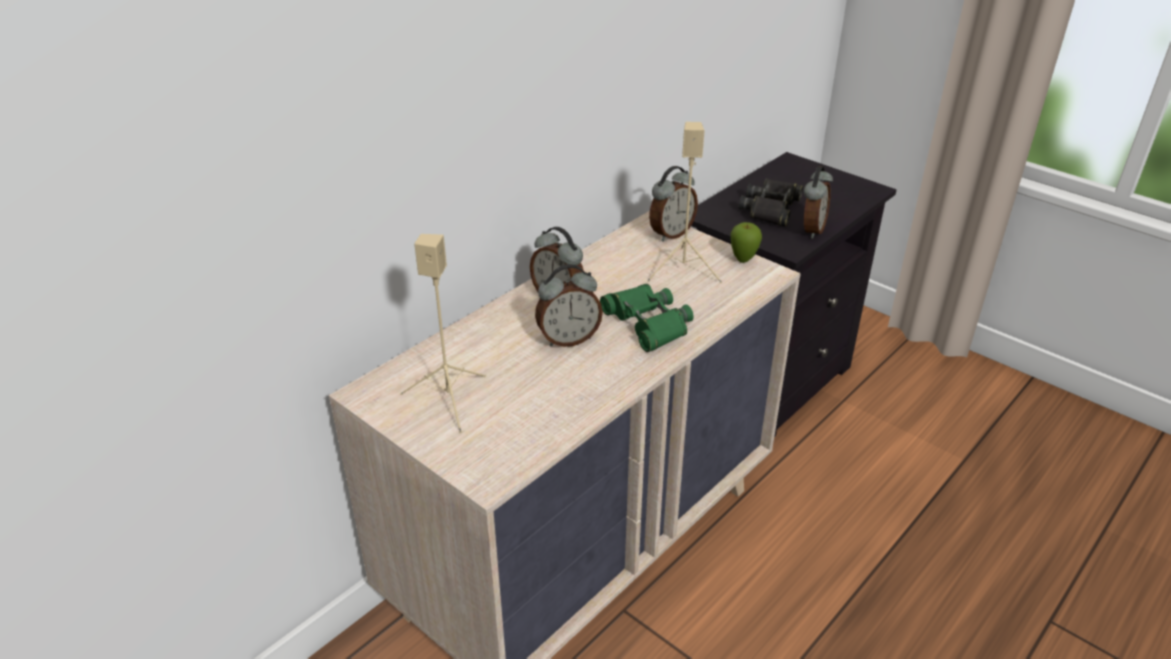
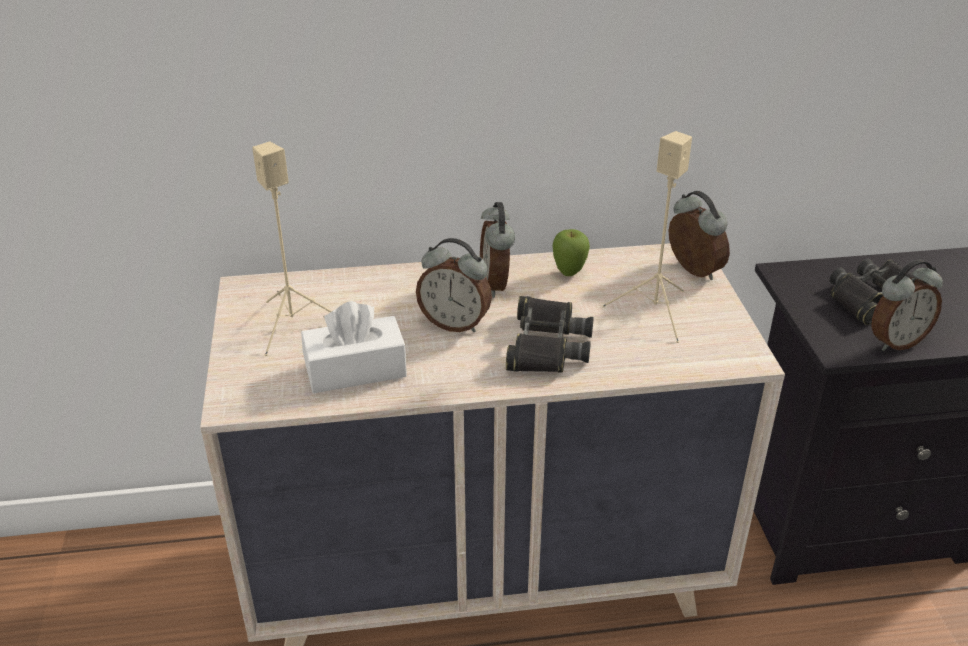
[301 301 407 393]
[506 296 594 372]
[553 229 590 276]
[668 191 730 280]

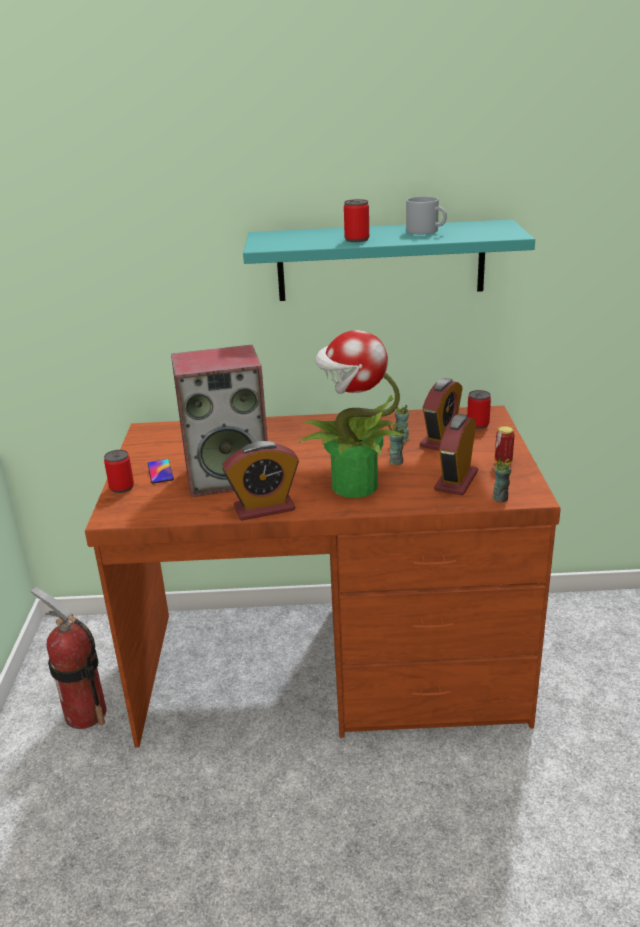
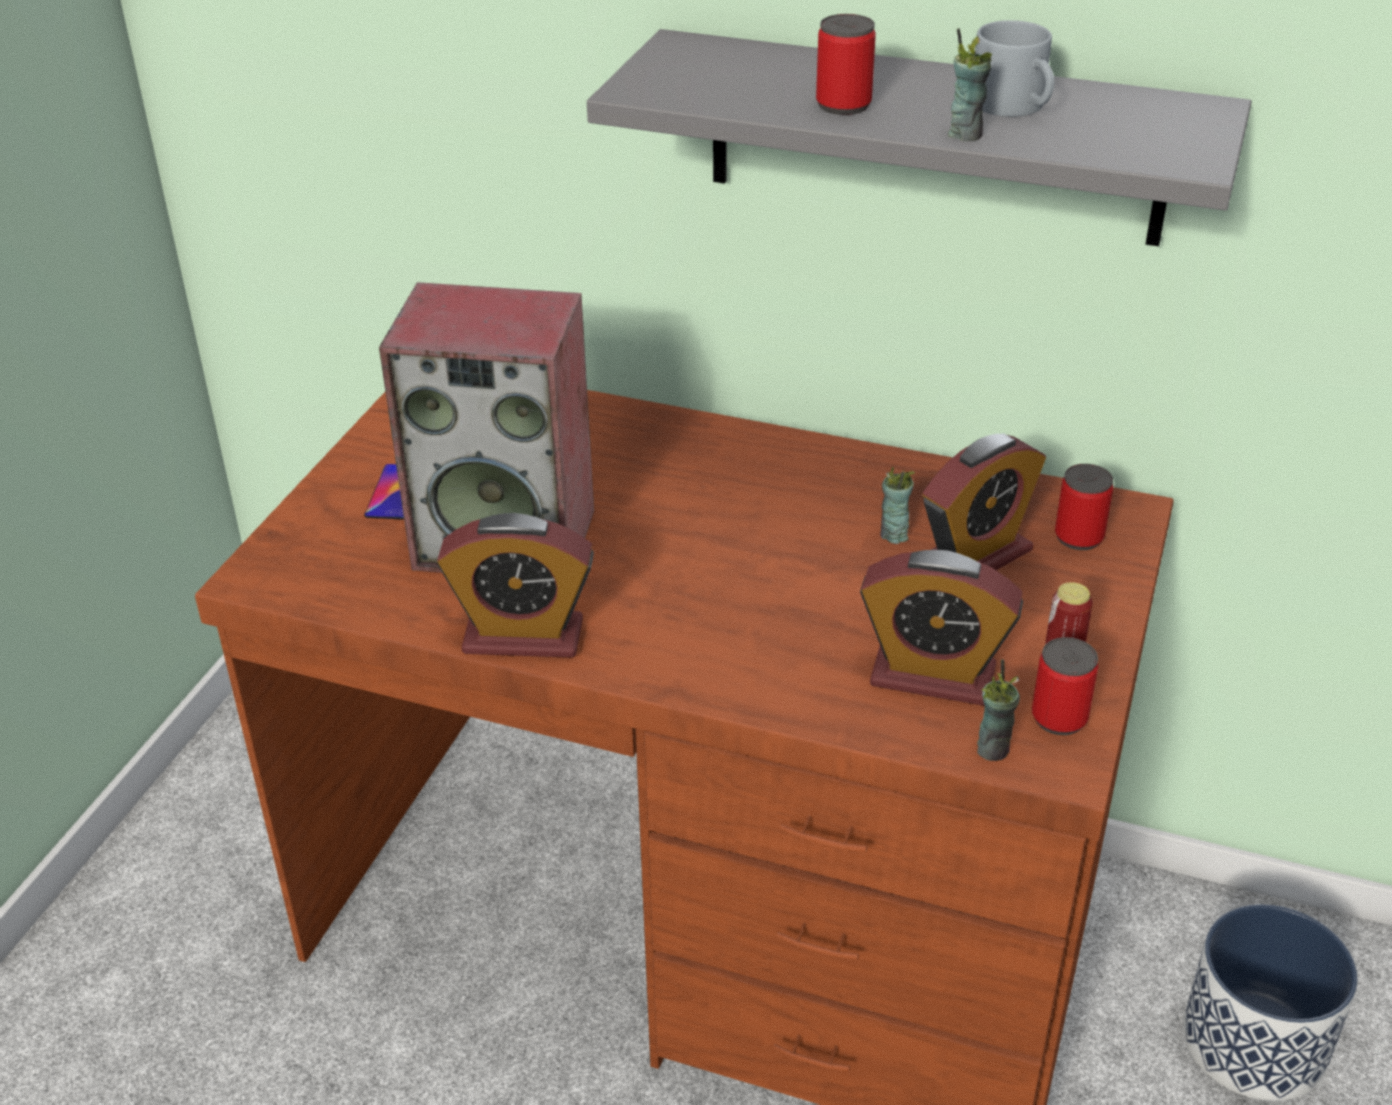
[587 29 1252 246]
[860 550 1023 706]
[948 28 992 142]
[1032 637 1098 735]
[1183 904 1358 1101]
[30 587 106 729] (first image)
[298 330 404 498] (first image)

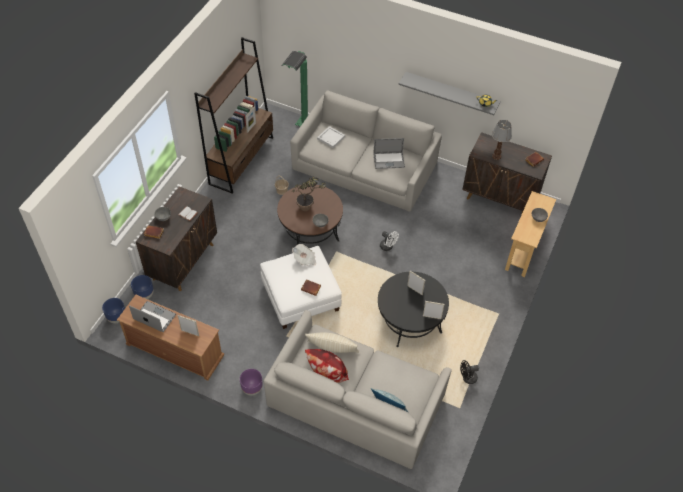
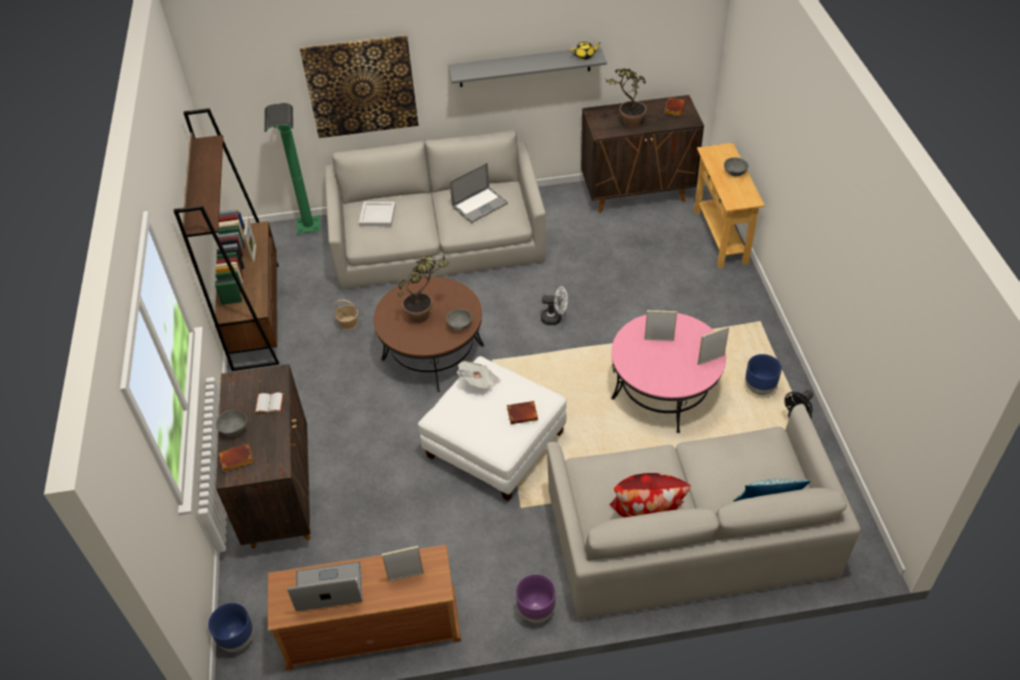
[300 35 419 138]
[604 69 646 128]
[611 313 726 433]
[745 354 782 395]
[305 333 359 353] (first image)

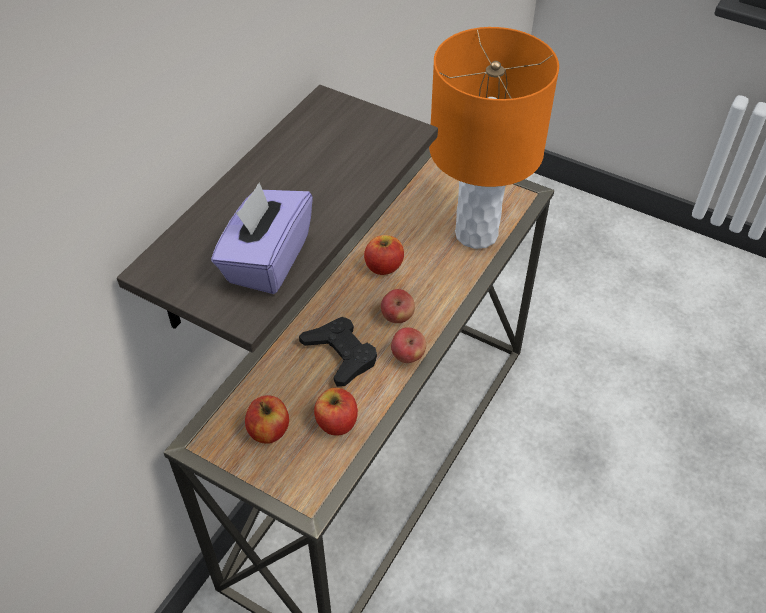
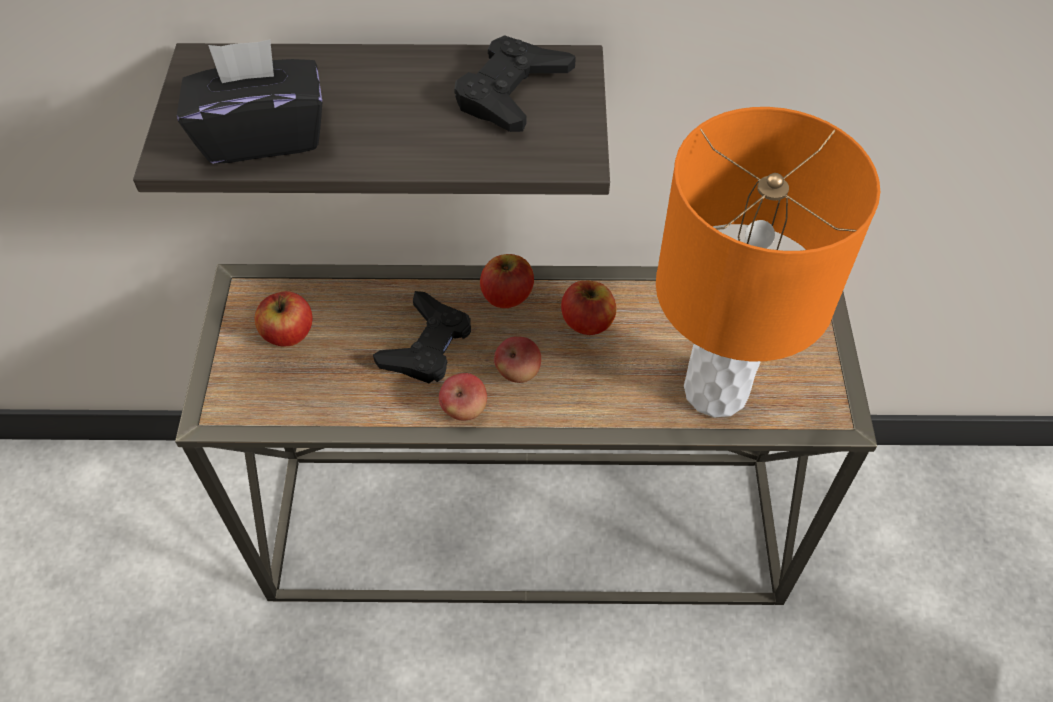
[177 40 322 164]
[454 35 576 132]
[480 254 534 308]

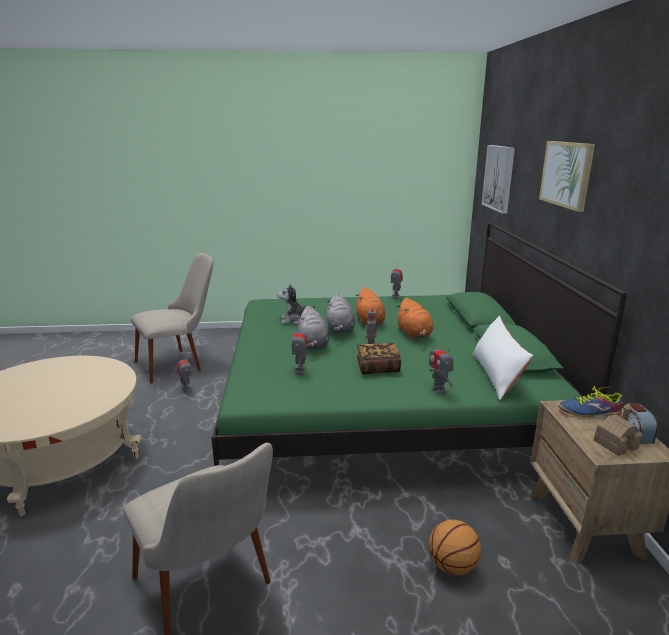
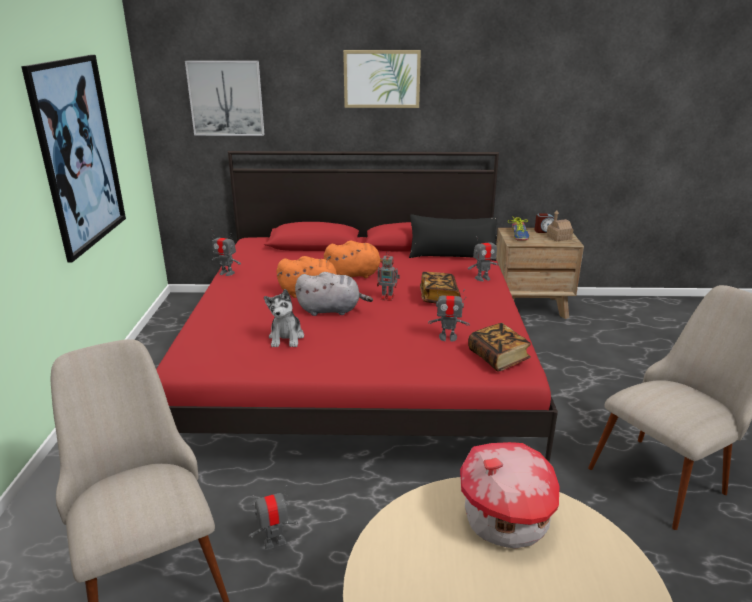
[21 55 126 262]
[156 151 558 462]
[409 214 497 261]
[460 442 560 548]
[468 323 531 372]
[298 306 330 349] (first image)
[429 520 481 576] (first image)

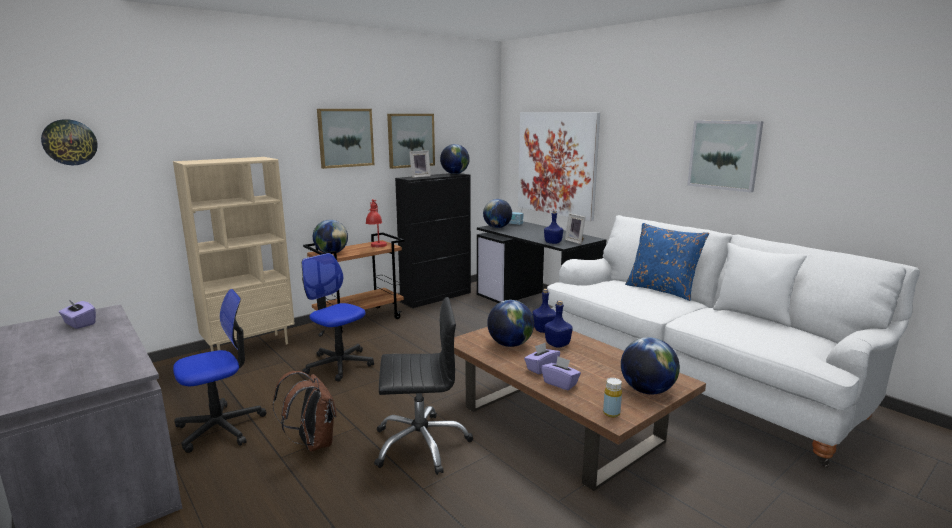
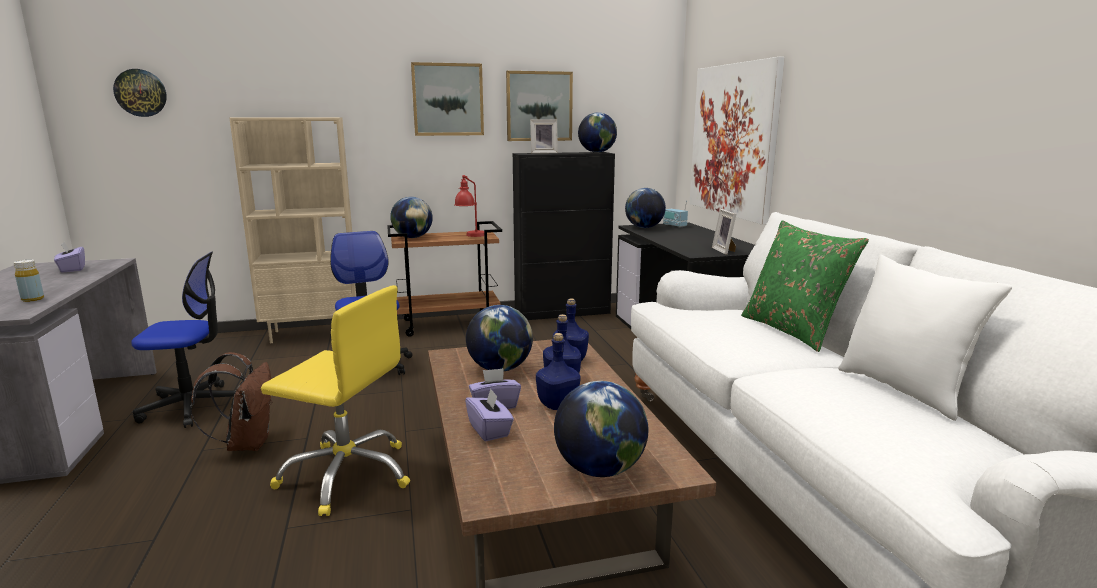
[14 259 44 302]
[261 285 410 516]
[536 333 580 410]
[741 220 869 352]
[687 120 764 192] (first image)

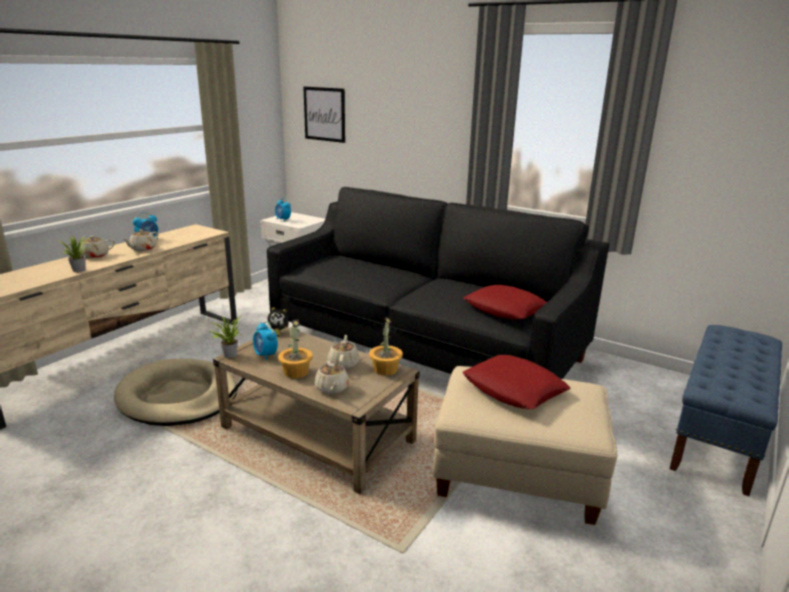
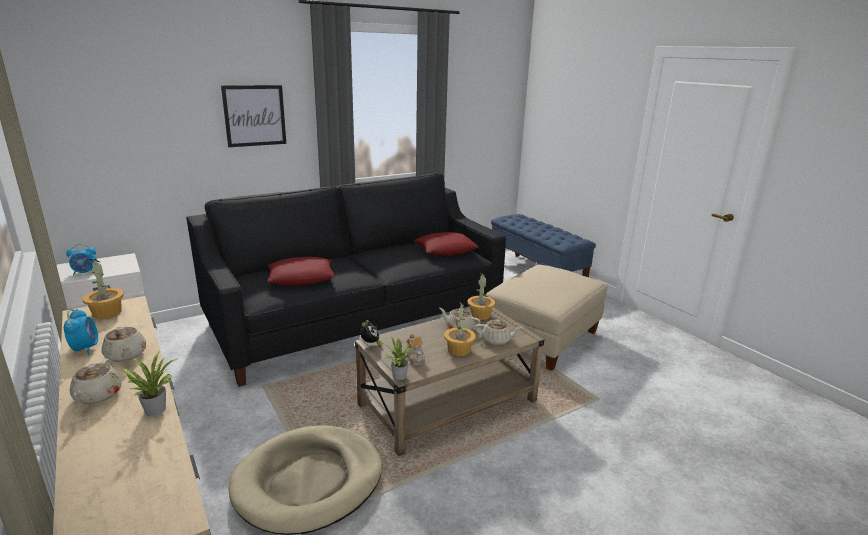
[83 259 124 319]
[221 85 286 147]
[267 257 336 286]
[406 333 425 366]

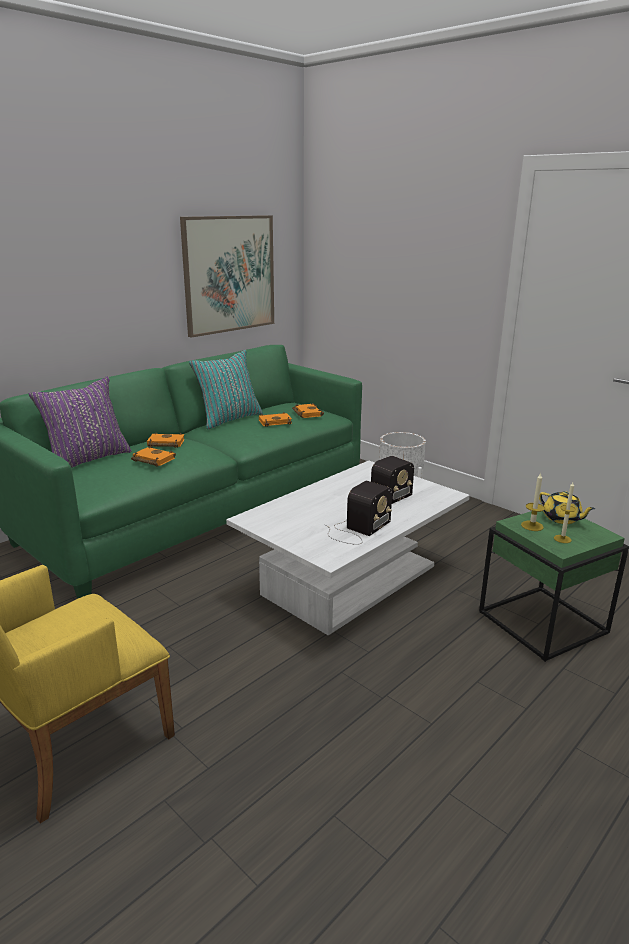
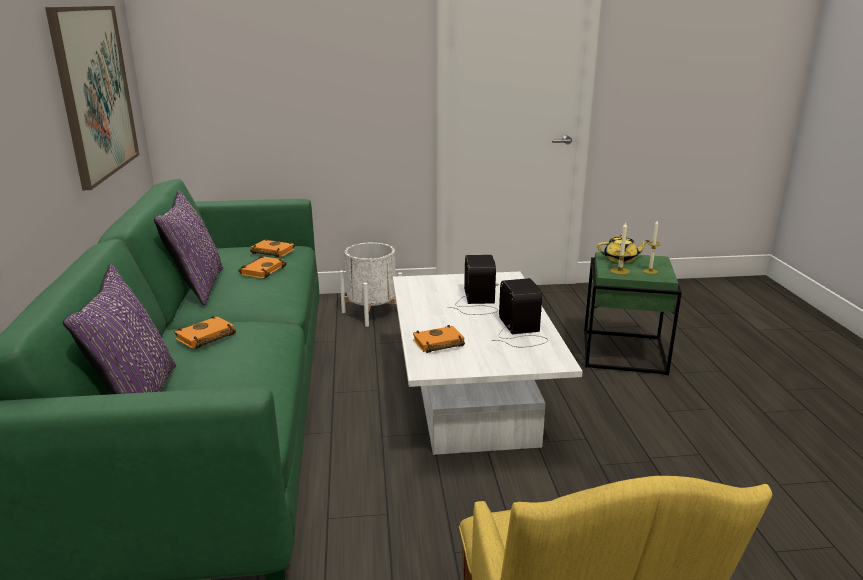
[154 190 223 305]
[413 325 465 353]

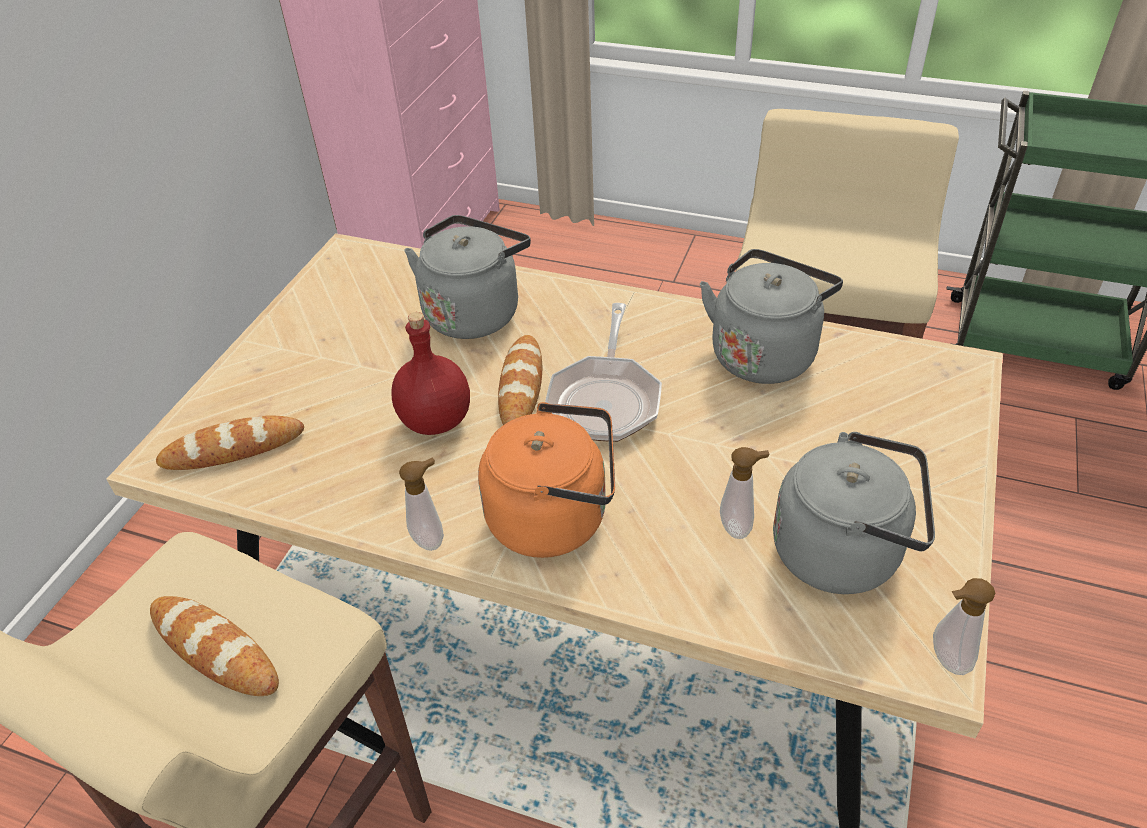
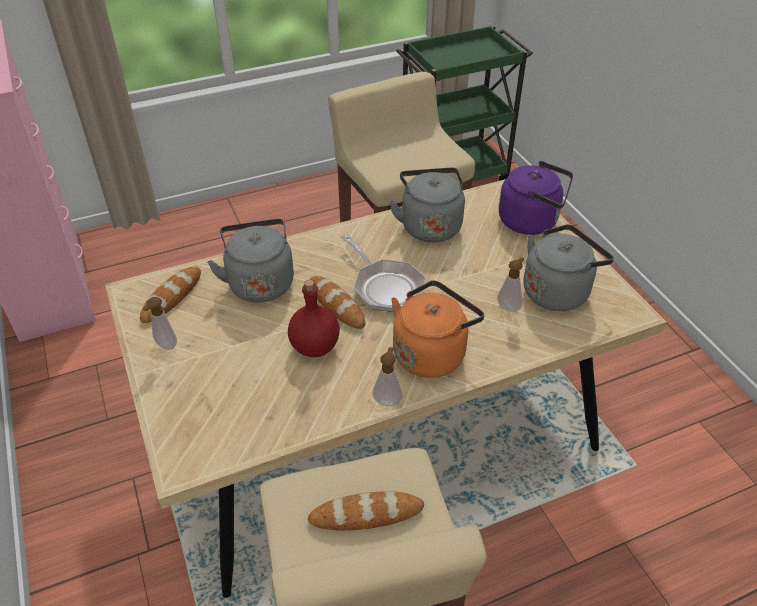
[140 267 201 323]
[143 297 177 350]
[499 161 573 235]

